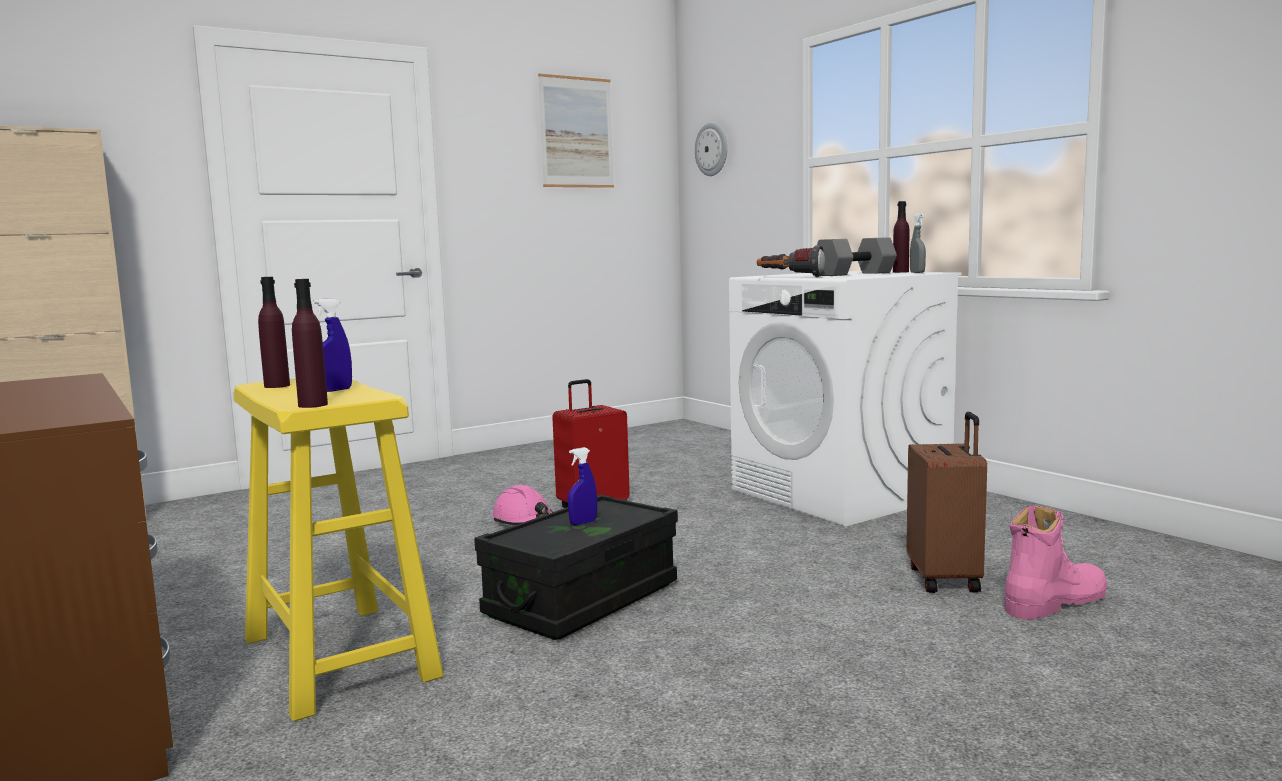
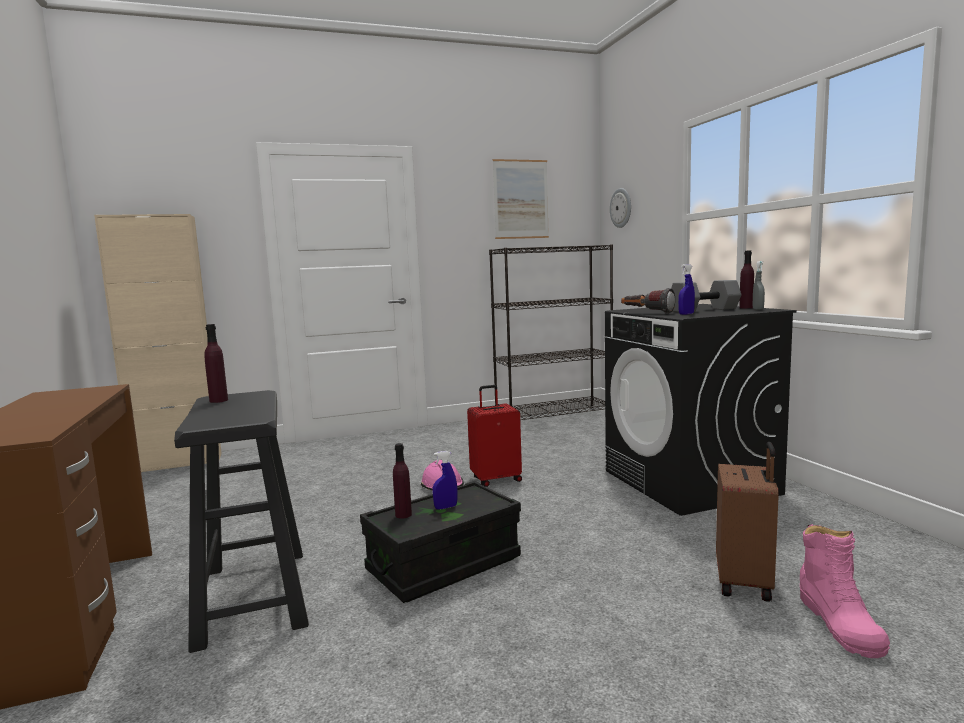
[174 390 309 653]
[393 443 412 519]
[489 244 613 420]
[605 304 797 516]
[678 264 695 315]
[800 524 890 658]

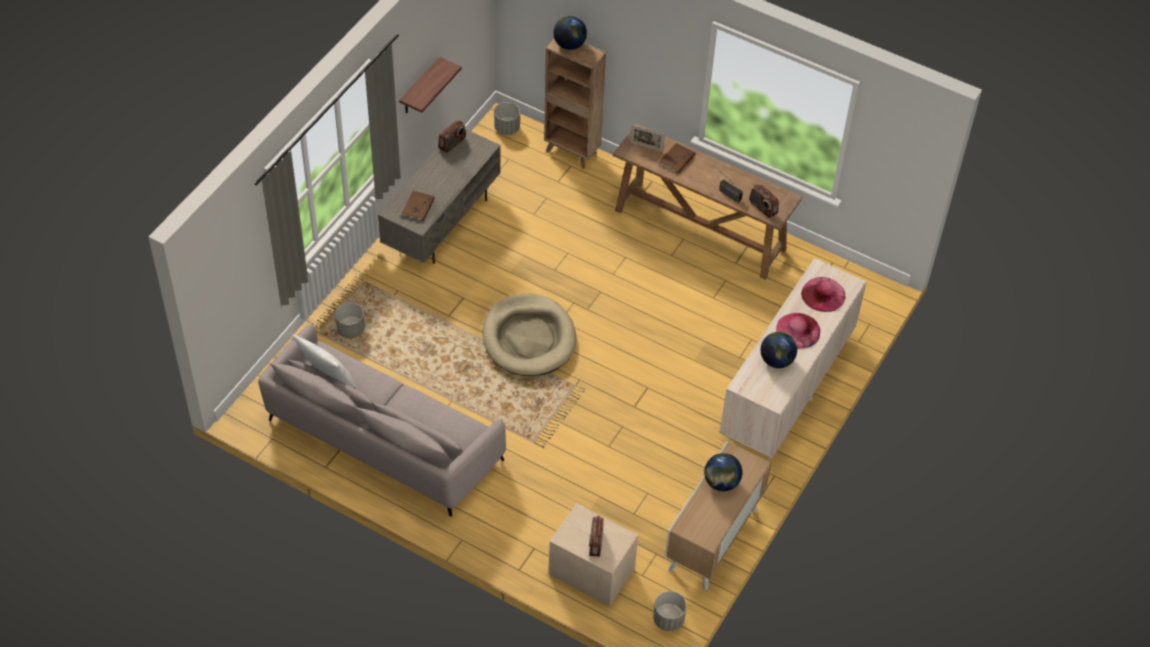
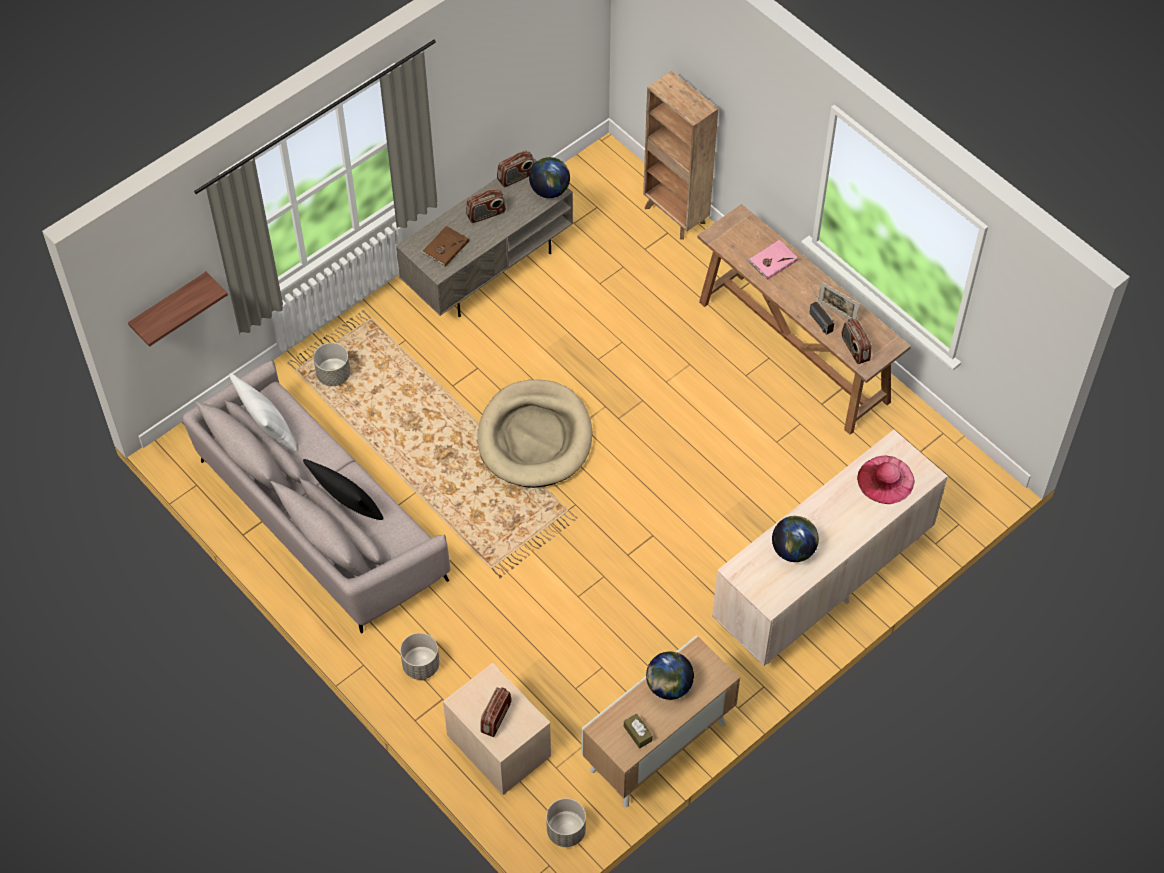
[128 272 228 347]
[303 459 384 520]
[400 633 440 680]
[466 188 506 223]
[529 157 570 198]
[624 714 653 749]
[747 240 798 280]
[818 281 860 319]
[776 313 820 349] (first image)

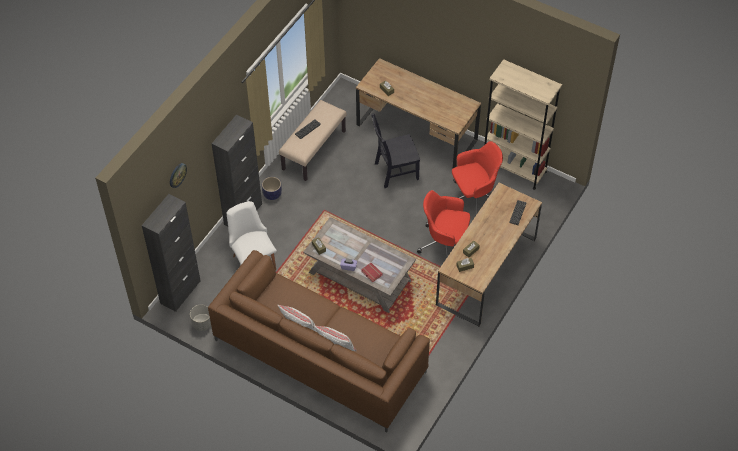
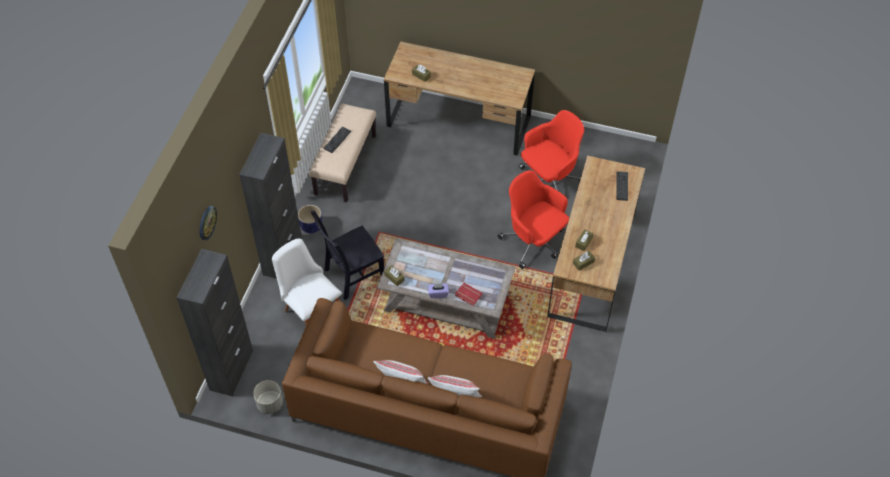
[311 211 384 300]
[498 170 569 269]
[484 59 562 190] (first image)

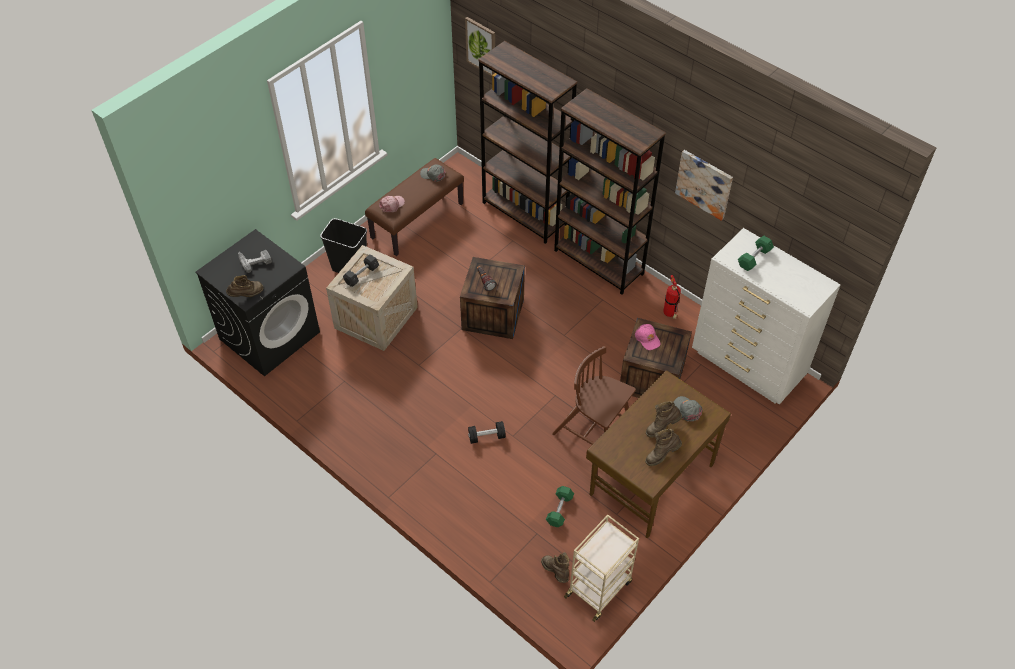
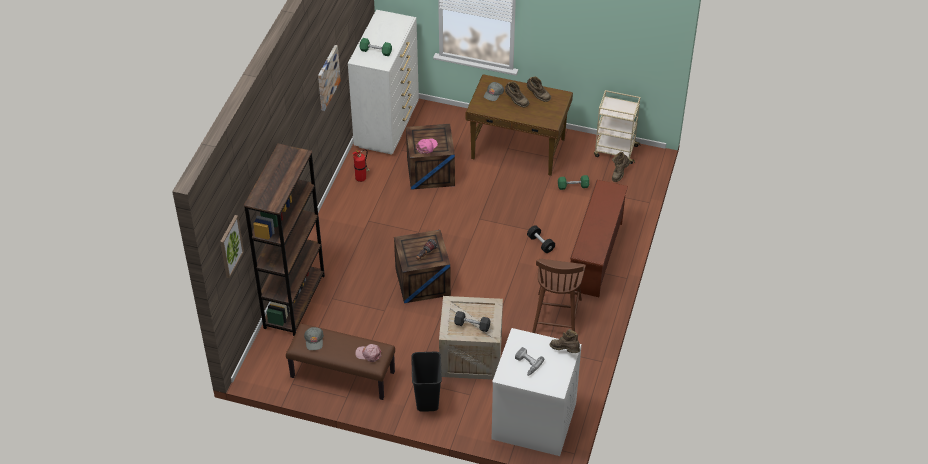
[492 328 582 456]
[532 259 586 333]
[570 180 628 297]
[554 88 666 295] (first image)

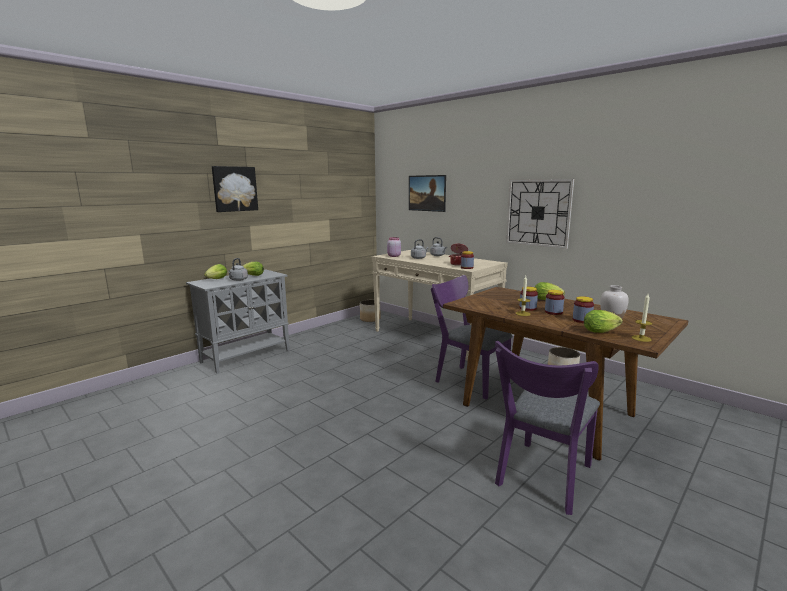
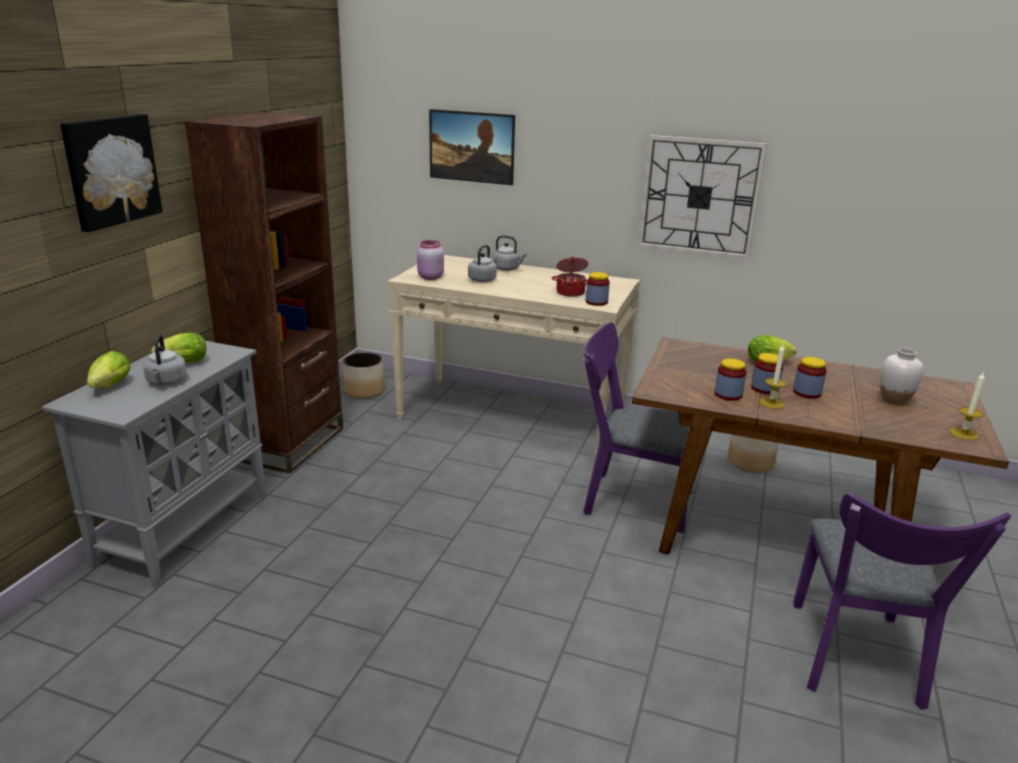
[185 112 343 473]
[714 358 747 401]
[584 310 623 333] (first image)

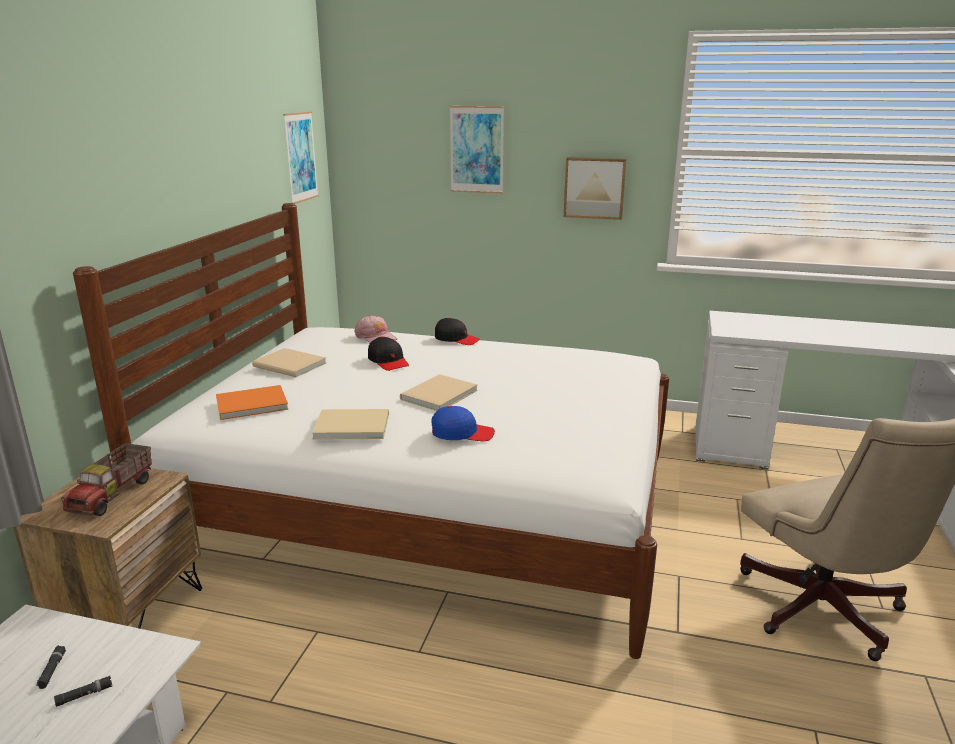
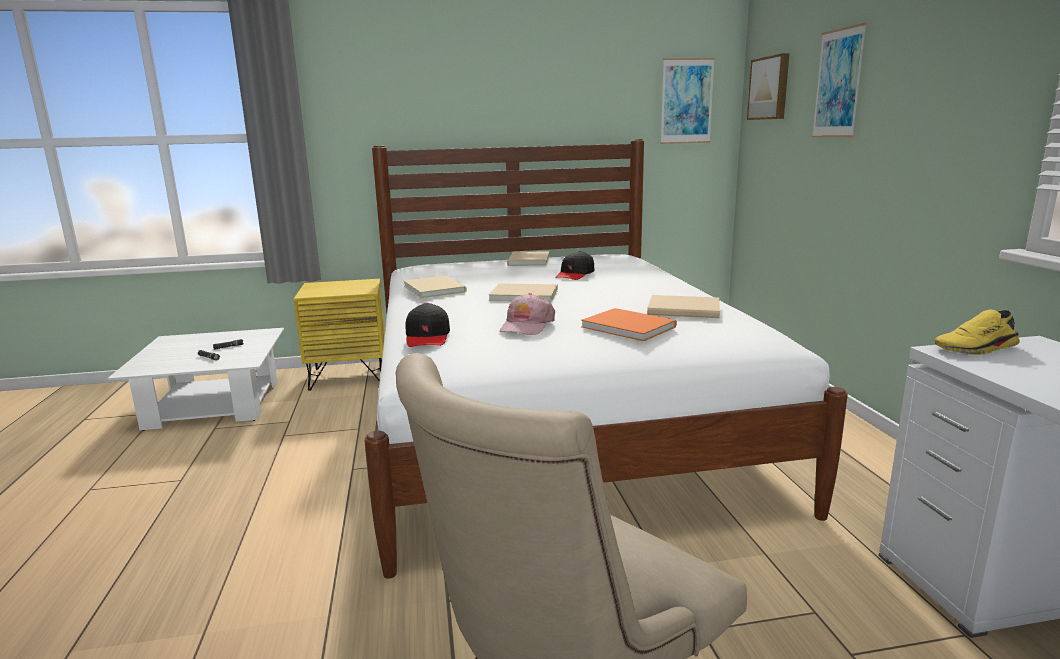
[294 279 385 391]
[405 303 450 347]
[500 293 555 335]
[581 308 677 341]
[647 295 720 318]
[747 53 789 120]
[935 309 1020 355]
[61 443 152 516] (first image)
[432 406 495 441] (first image)

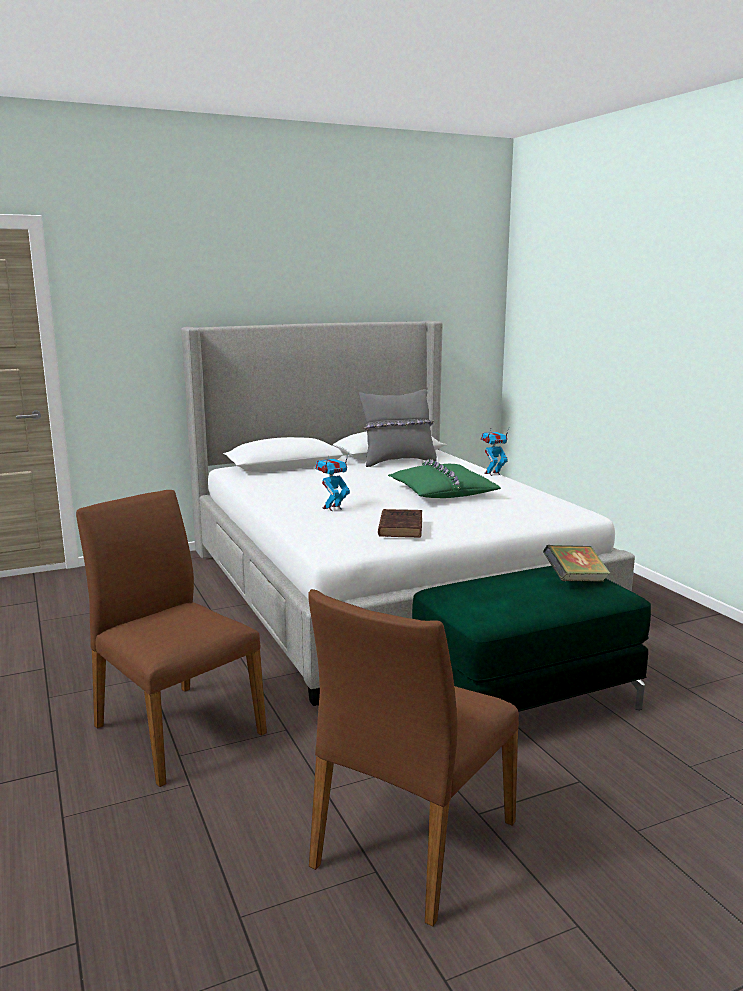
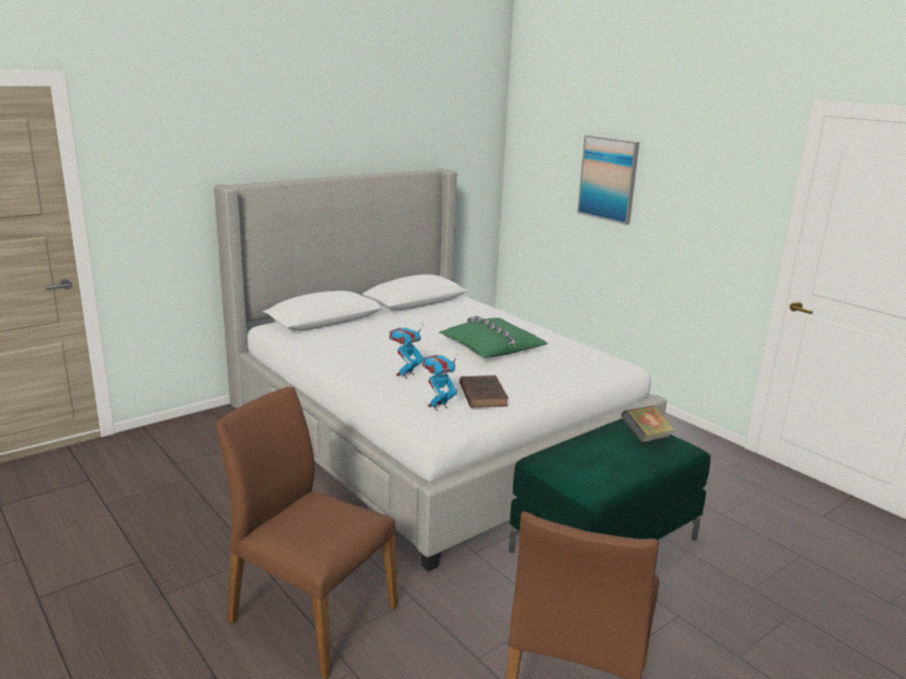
[422 353 458 411]
[577 135 640 225]
[359 389 437 467] (first image)

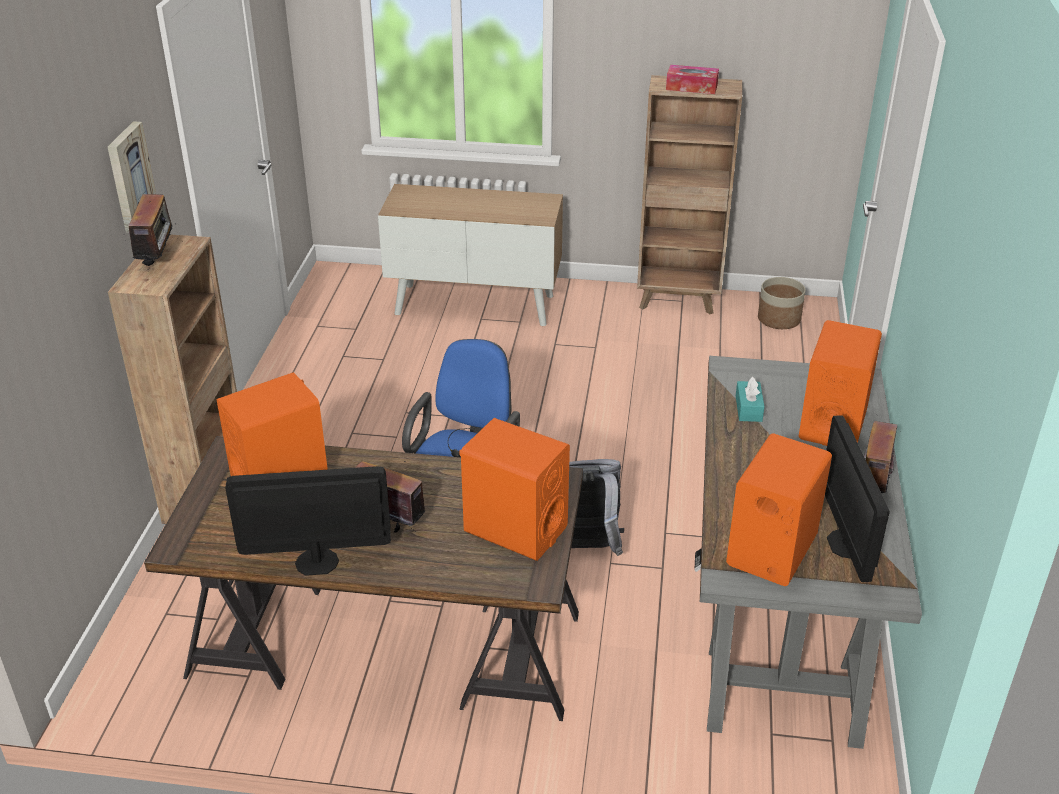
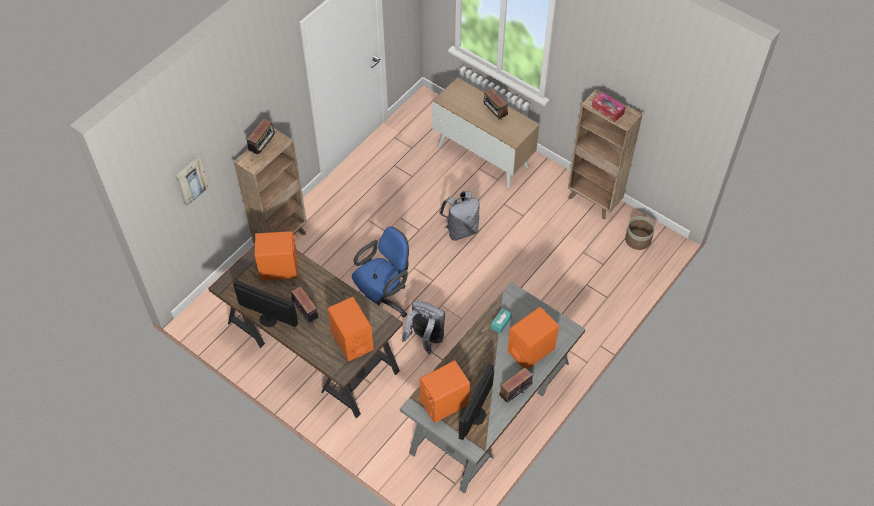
[175 157 209 206]
[439 191 480 241]
[484 88 508 120]

